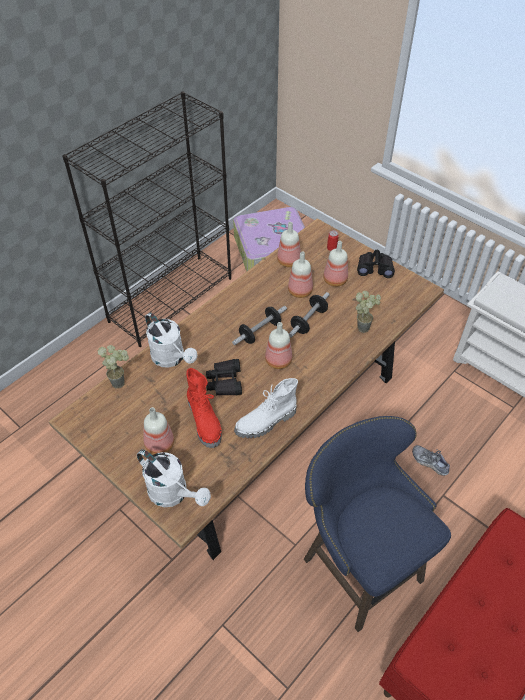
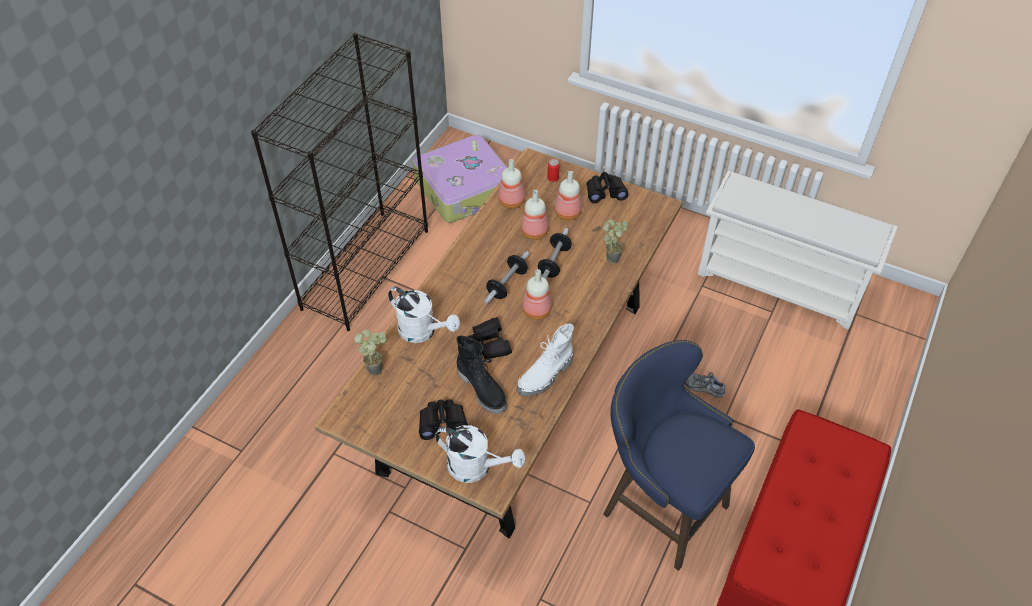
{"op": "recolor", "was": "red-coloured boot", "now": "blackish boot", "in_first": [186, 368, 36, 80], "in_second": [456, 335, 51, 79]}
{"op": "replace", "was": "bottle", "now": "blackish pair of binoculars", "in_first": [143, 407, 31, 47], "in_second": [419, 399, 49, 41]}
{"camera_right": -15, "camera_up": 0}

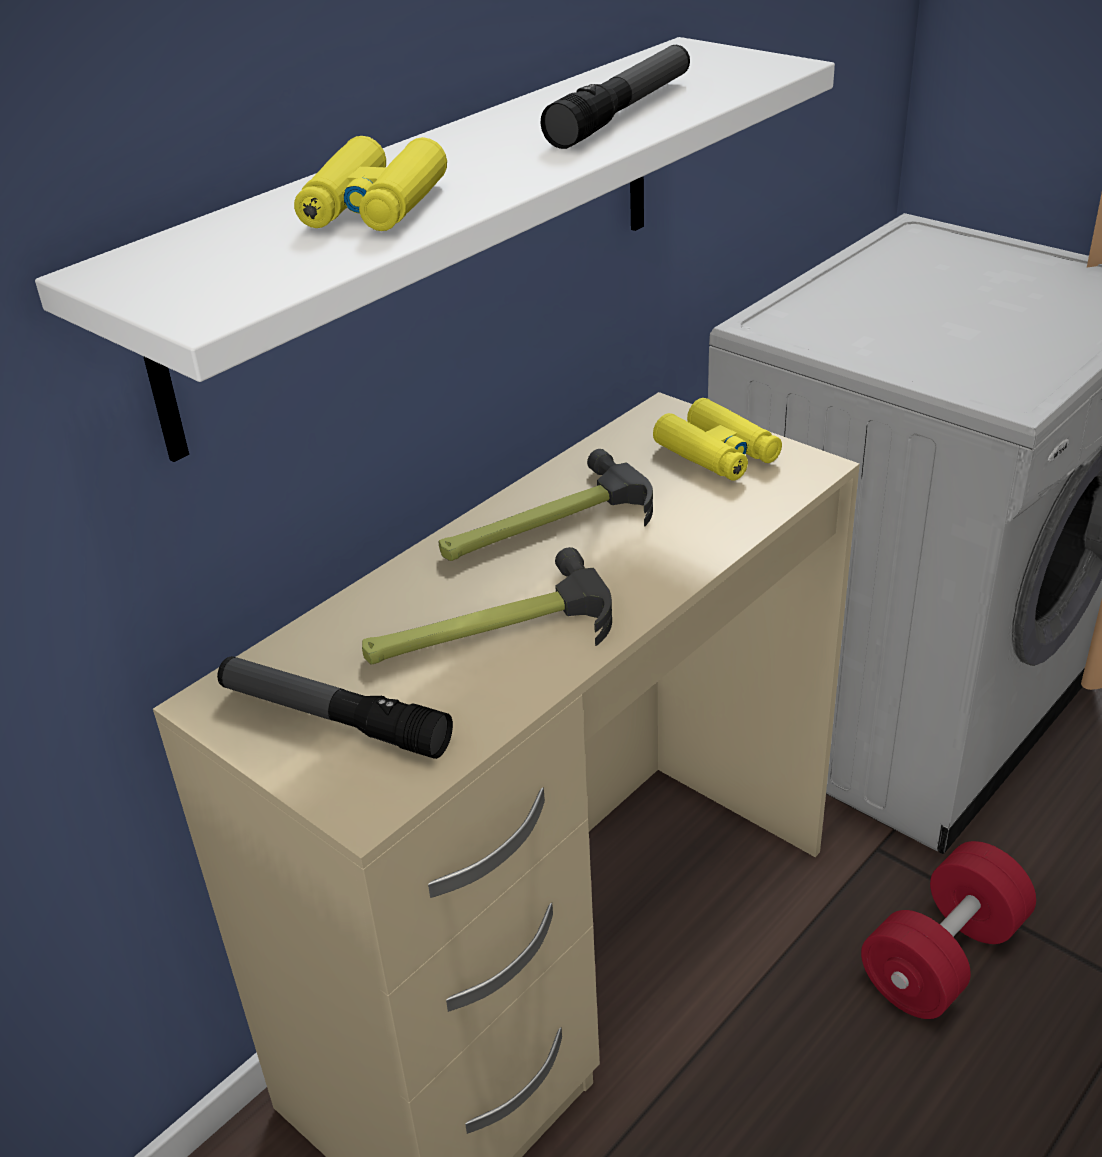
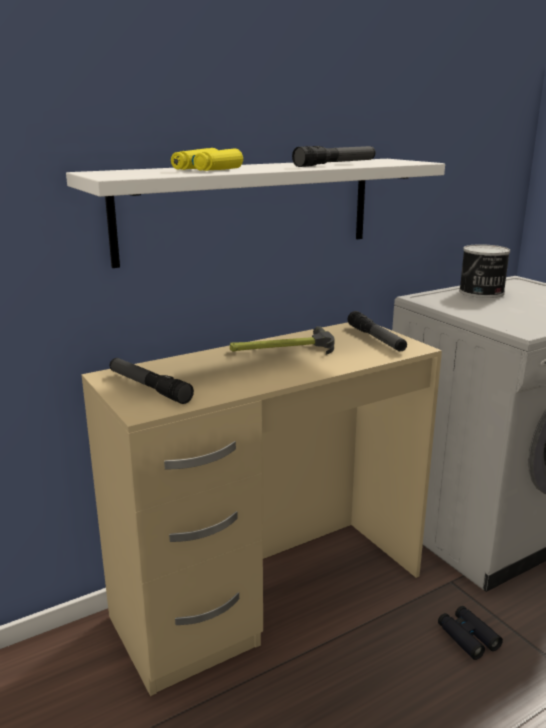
{"op": "replace", "was": "yellow-coloured pair of binoculars", "now": "flashlight", "in_first": [653, 398, 129, 83], "in_second": [348, 311, 59, 40]}
{"op": "delete", "was": "hand hammer", "in_first": [362, 547, 250, 118]}
{"op": "replace", "was": "red-coloured hand weight", "now": "blackish pair of binoculars", "in_first": [861, 841, 175, 178], "in_second": [438, 606, 65, 54]}
{"op": "insert", "now": "sealed can", "in_second": [459, 244, 51, 54]}
{"camera_right": 15, "camera_up": -15}

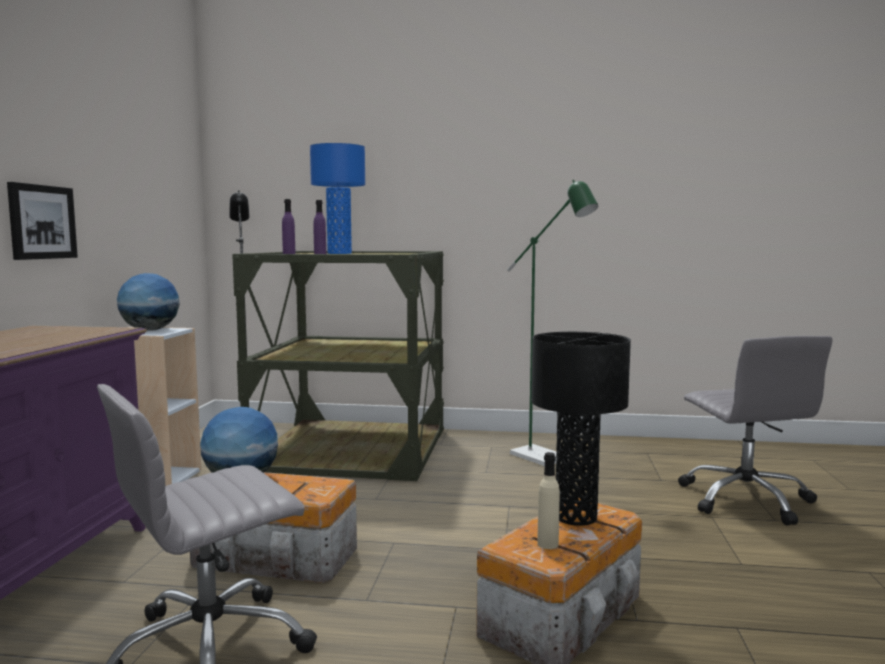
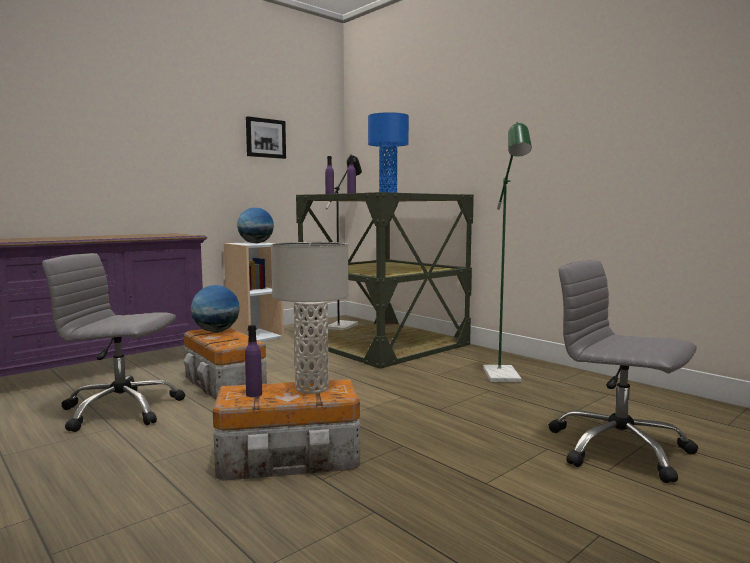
{"op": "move", "was": "picture", "in_first": [7, 182, 71, 78], "in_second": [246, 116, 40, 43]}
{"op": "recolor", "was": "blackish lamp for a table", "now": "white lamp for a table", "in_first": [531, 332, 100, 194], "in_second": [271, 242, 77, 152]}
{"op": "rotate", "was": "gray desk chair", "in_first": [678, 336, 155, 189], "in_second": [549, 260, 149, 223], "clockwise": 105}
{"op": "recolor", "was": "beige bottle", "now": "purple-coloured bottle", "in_first": [537, 452, 23, 97], "in_second": [245, 325, 17, 72]}
{"camera_right": 40, "camera_up": 0}

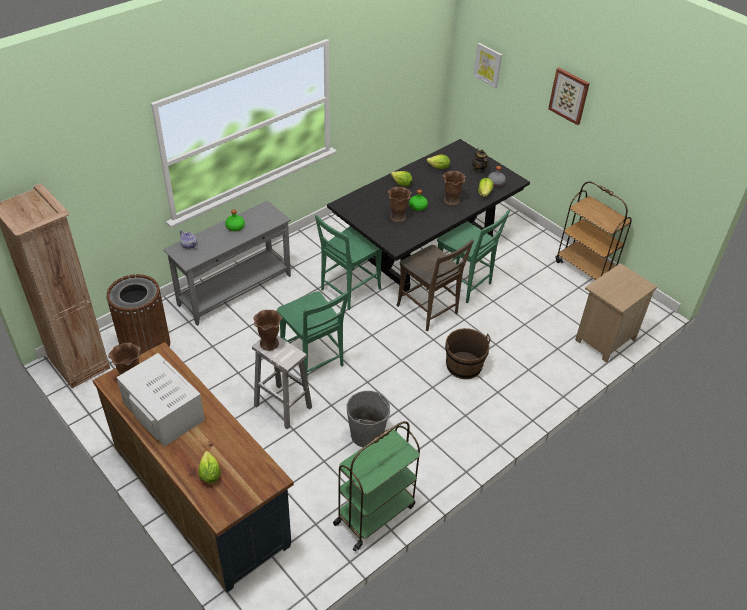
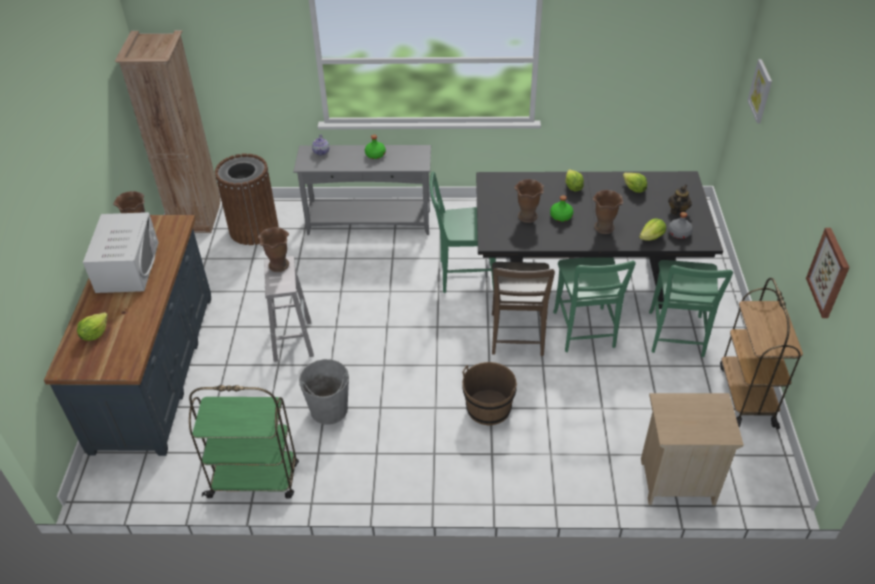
{"op": "move", "was": "picture", "in_first": [548, 68, 42, 57], "in_second": [806, 228, 44, 90]}
{"op": "move", "was": "green plain chair", "in_first": [277, 291, 72, 83], "in_second": [649, 260, 84, 97]}
{"camera_right": 45, "camera_up": 0}

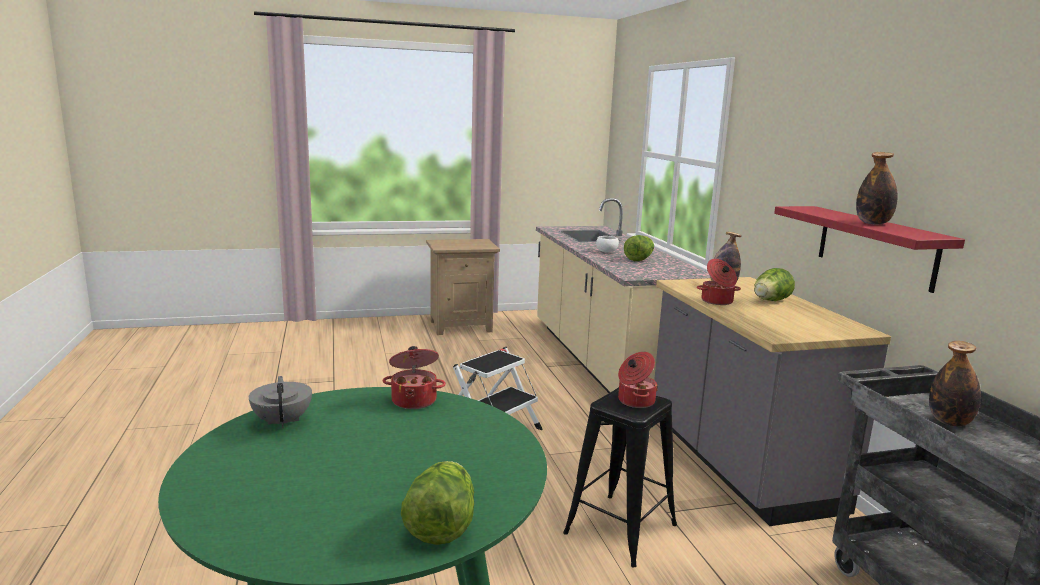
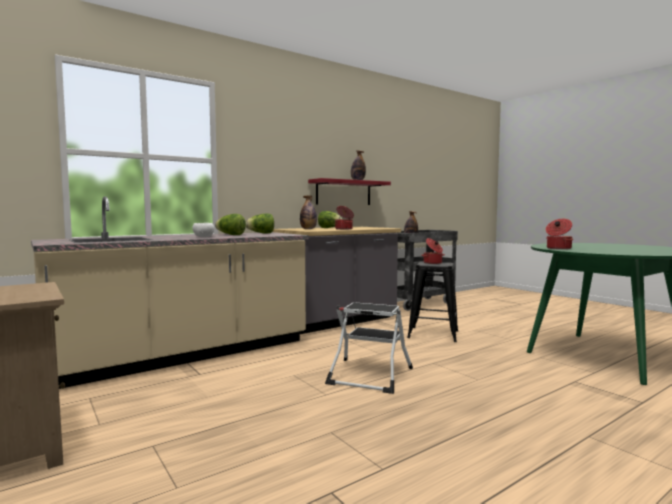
{"op": "delete", "was": "gray pot for tea", "in_first": [249, 376, 63, 52]}
{"op": "move", "was": "lettuce", "in_first": [401, 461, 73, 84], "in_second": [246, 214, 28, 19]}
{"camera_right": -110, "camera_up": -10}

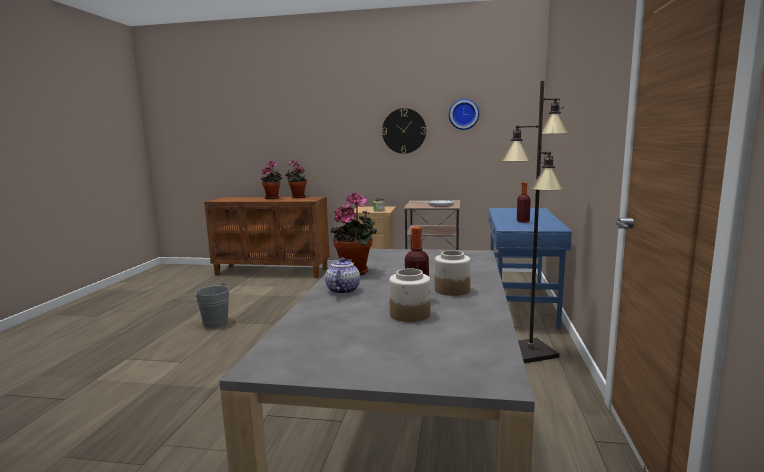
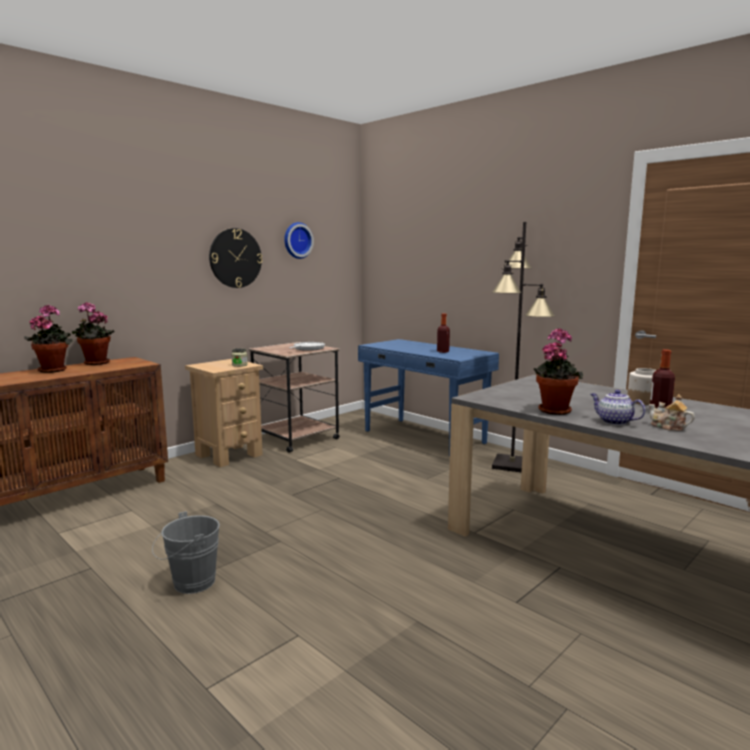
{"op": "delete", "was": "storage jar", "in_first": [389, 269, 42, 53]}
{"op": "insert", "now": "pot for tea", "in_second": [649, 394, 46, 37]}
{"camera_right": -55, "camera_up": 0}

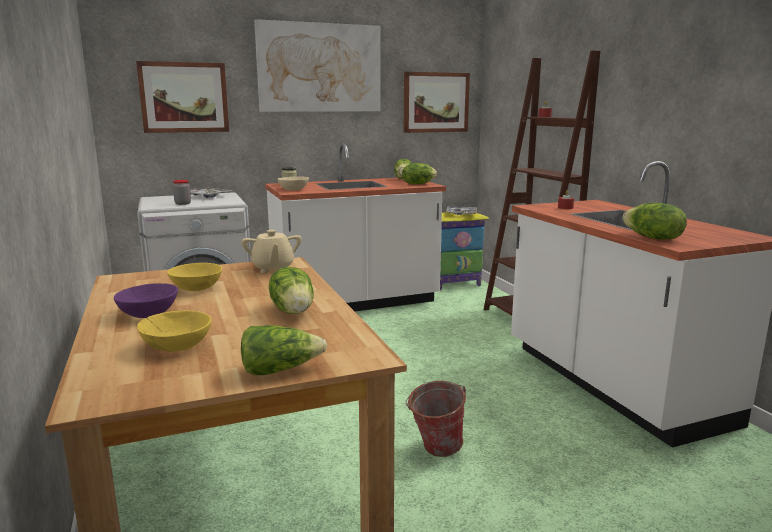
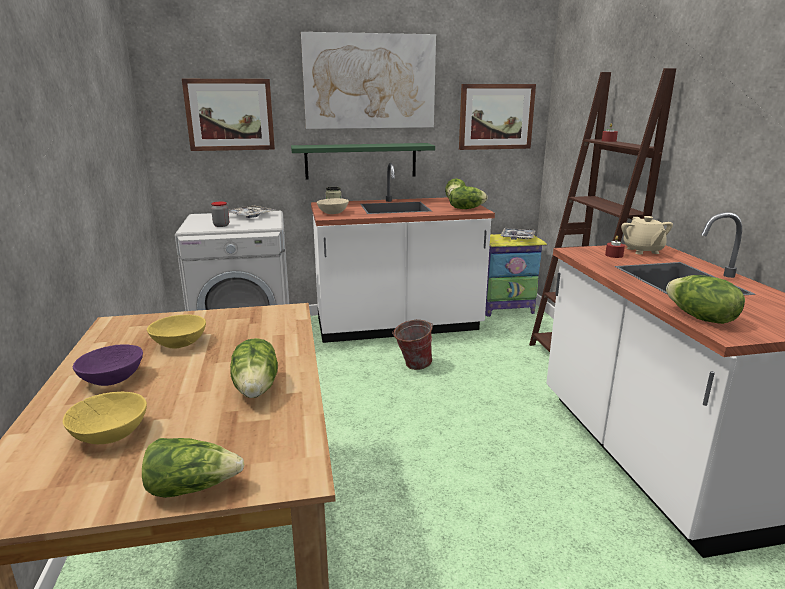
{"op": "move", "was": "beige pot for tea", "in_first": [241, 230, 61, 43], "in_second": [621, 216, 52, 38]}
{"op": "move", "was": "water bucket", "in_first": [406, 381, 60, 76], "in_second": [392, 320, 41, 50]}
{"op": "insert", "now": "green wall shelf", "in_second": [291, 143, 144, 37]}
{"camera_right": 10, "camera_up": 5}

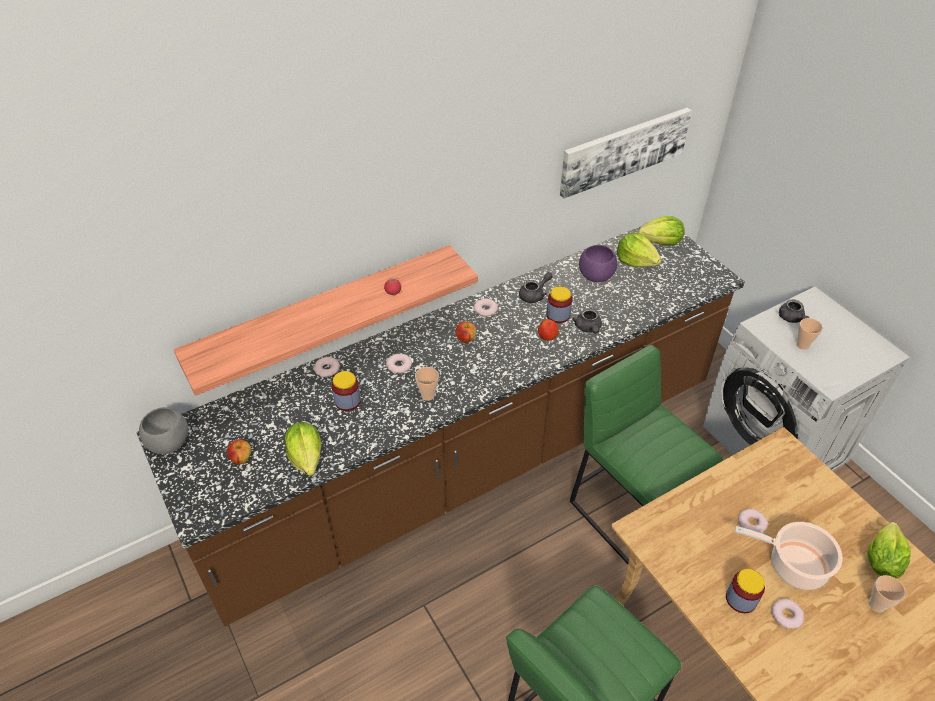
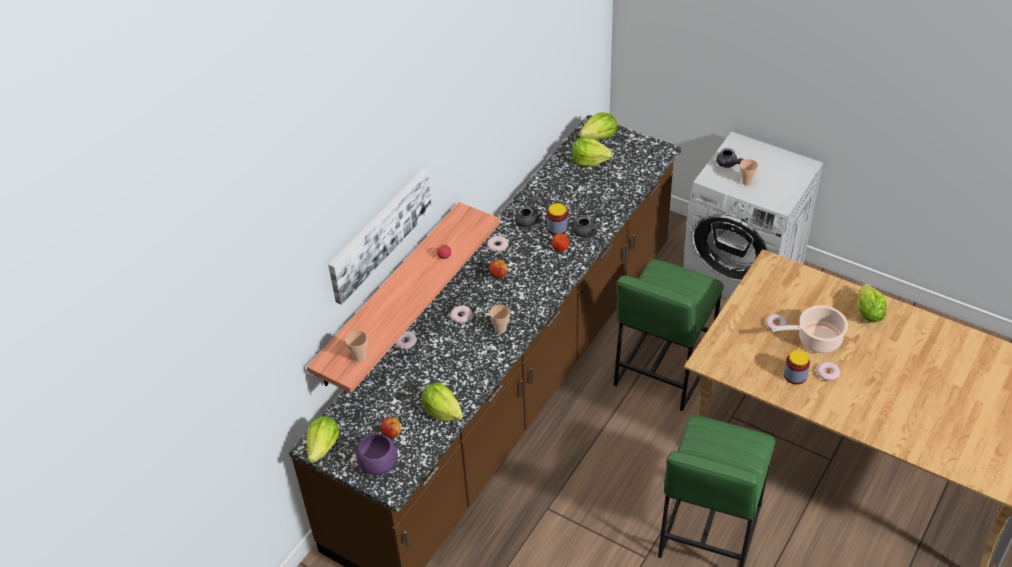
{"op": "move", "was": "picture", "in_first": [560, 108, 132, 91], "in_second": [328, 169, 104, 136]}
{"op": "move", "was": "purple-coloured deep dish", "in_first": [579, 245, 38, 37], "in_second": [356, 434, 42, 42]}
{"op": "rotate", "was": "gray pot for tea", "in_first": [572, 308, 30, 26], "in_second": [573, 209, 30, 28], "clockwise": -90}
{"op": "rotate", "was": "green plain chair", "in_first": [570, 345, 153, 219], "in_second": [614, 259, 110, 152], "clockwise": -90}
{"op": "delete", "was": "storage jar", "in_first": [331, 371, 30, 40]}
{"op": "replace", "was": "gray deep dish", "now": "lettuce", "in_first": [139, 407, 49, 47], "in_second": [307, 416, 33, 47]}
{"op": "move", "was": "small cup", "in_first": [869, 575, 37, 37], "in_second": [345, 330, 23, 32]}
{"camera_right": -25, "camera_up": 0}

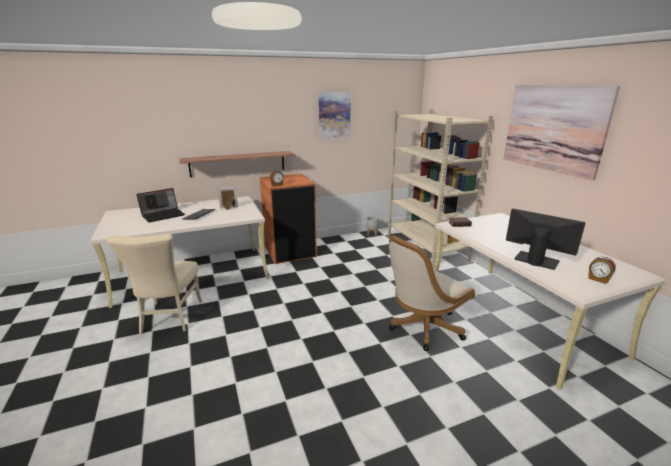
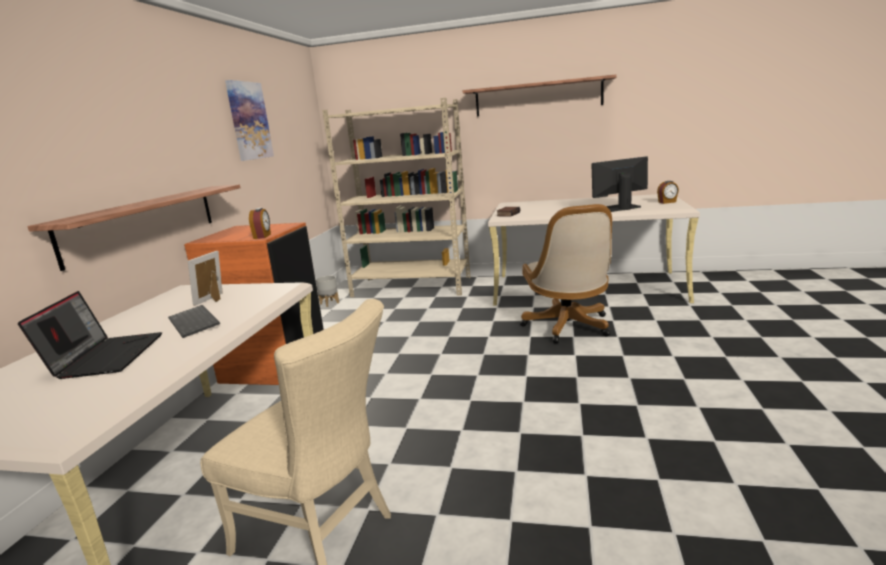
{"op": "replace", "was": "picture", "now": "wall shelf", "in_first": [504, 85, 116, 95], "in_second": [463, 75, 154, 41]}
{"camera_right": -55, "camera_up": -5}

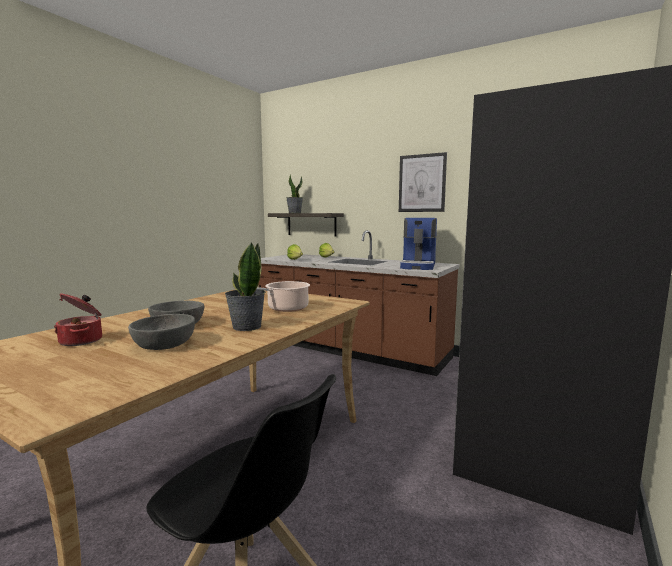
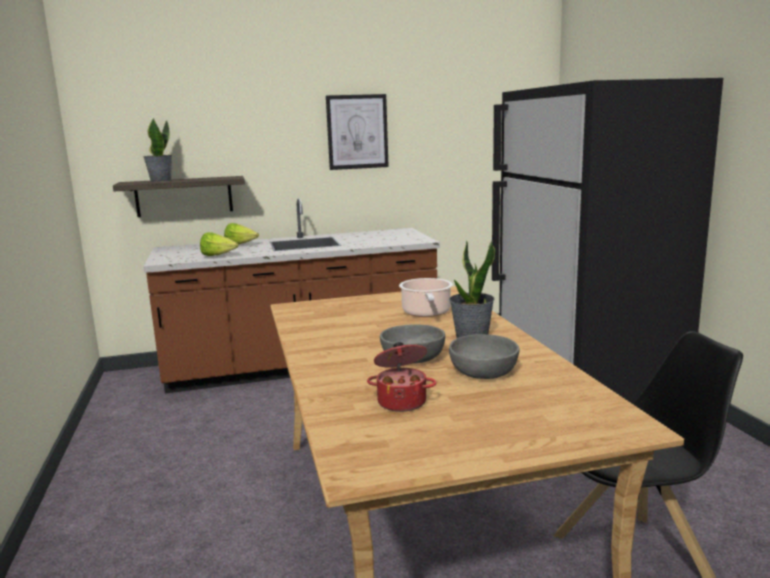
{"op": "delete", "was": "coffee machine", "in_first": [400, 218, 37, 52]}
{"camera_right": -45, "camera_up": 5}

